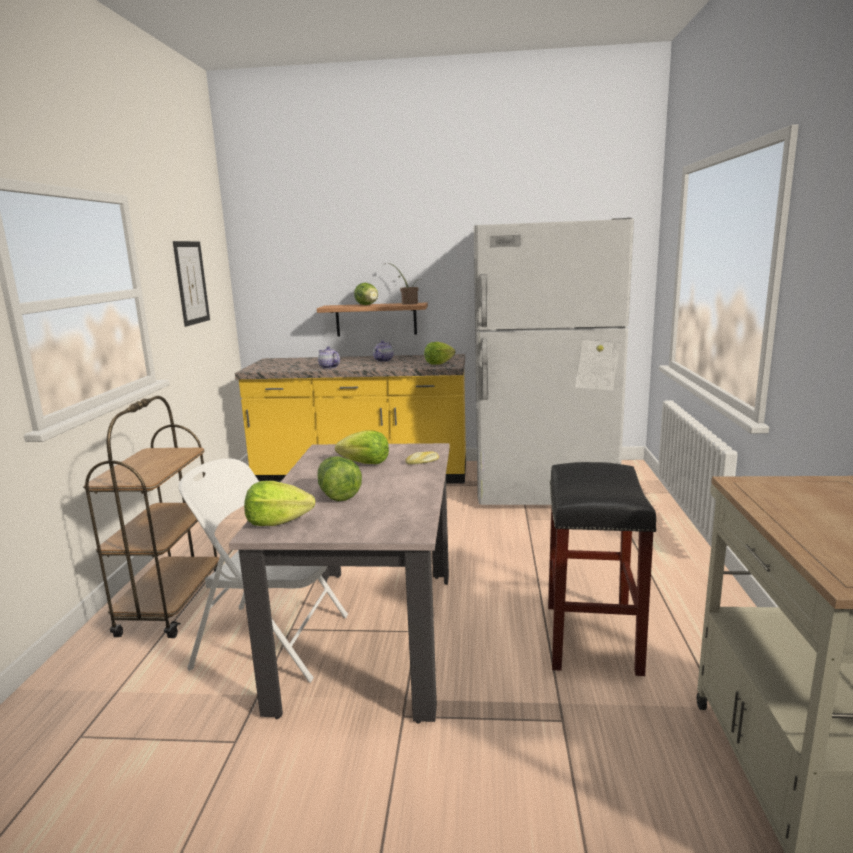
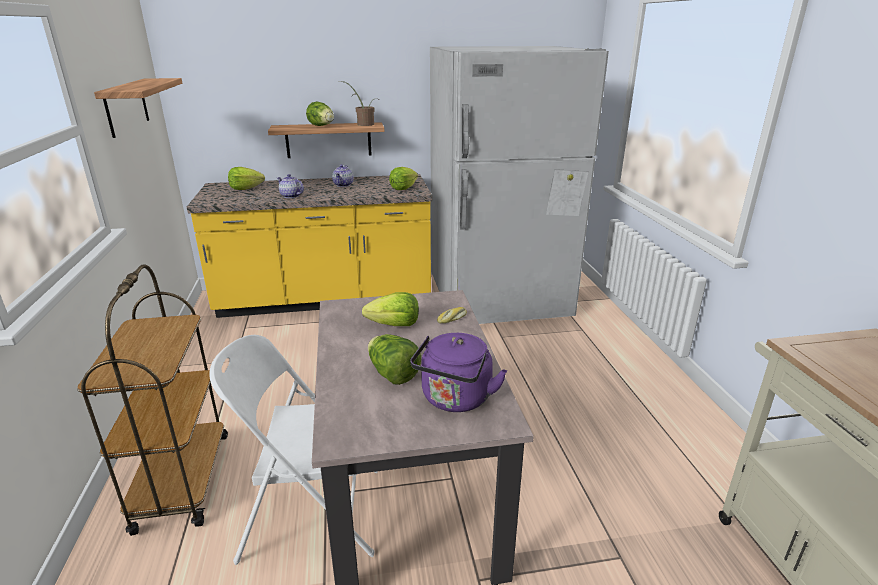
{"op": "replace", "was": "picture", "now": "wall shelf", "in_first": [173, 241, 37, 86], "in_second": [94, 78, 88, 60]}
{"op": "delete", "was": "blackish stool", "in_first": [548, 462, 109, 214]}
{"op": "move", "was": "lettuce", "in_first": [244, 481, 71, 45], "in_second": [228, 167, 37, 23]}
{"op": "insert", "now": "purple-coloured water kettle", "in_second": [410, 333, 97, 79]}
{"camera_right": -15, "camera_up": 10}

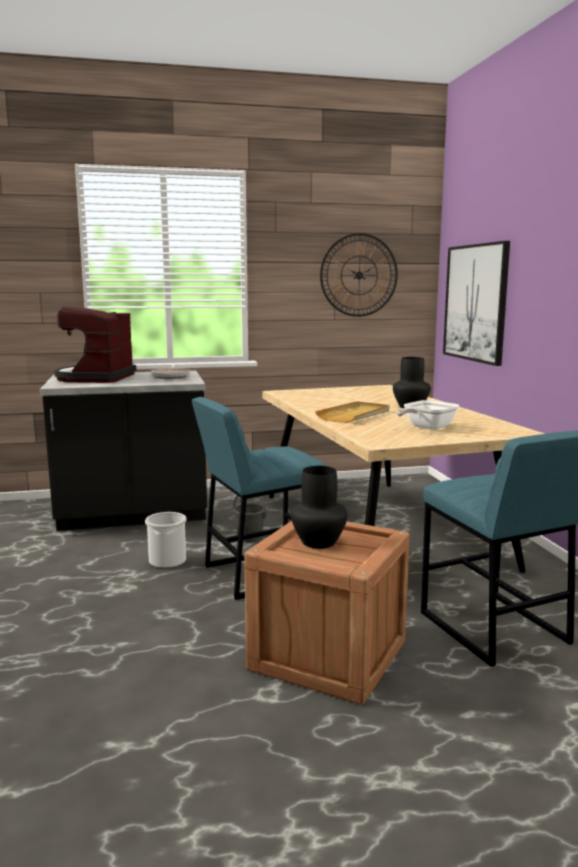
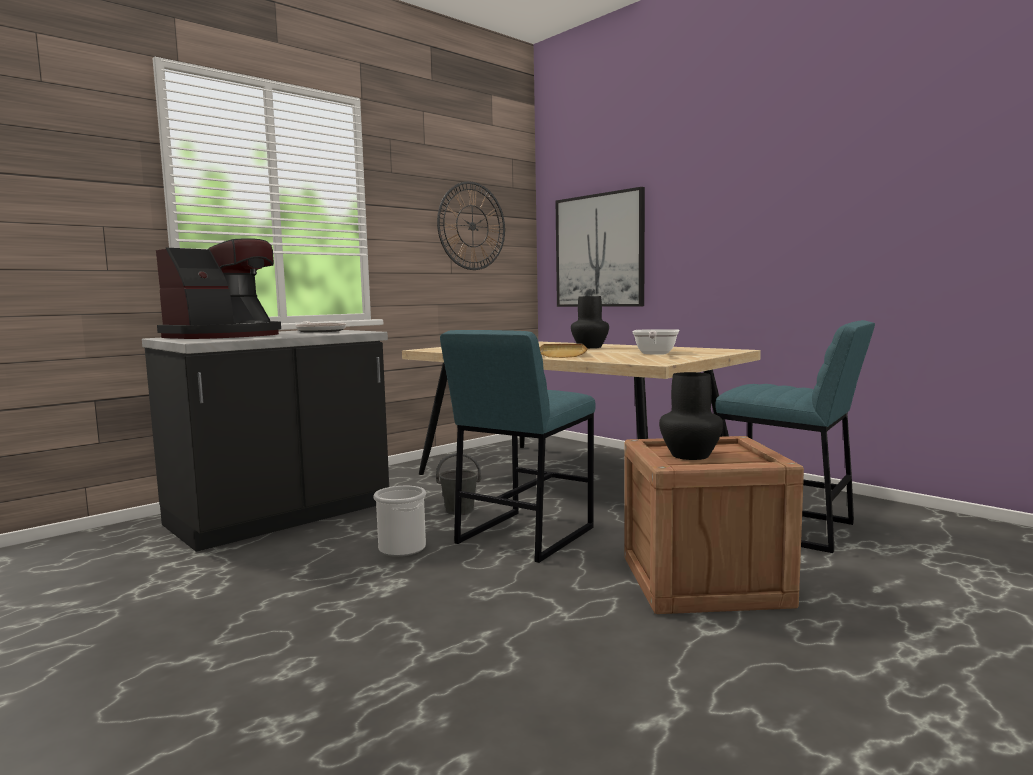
{"op": "rotate", "was": "coffee machine", "in_first": [54, 307, 83, 76], "in_second": [156, 238, 125, 101], "clockwise": -120}
{"camera_right": -30, "camera_up": -5}

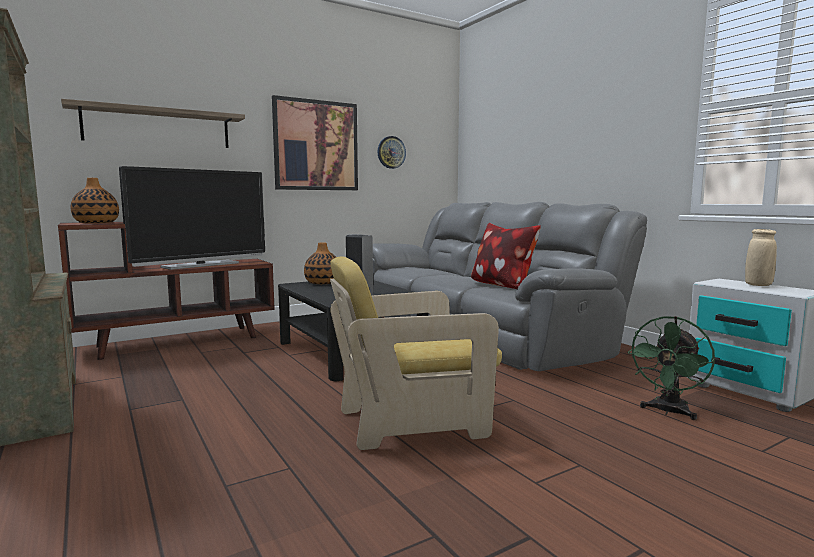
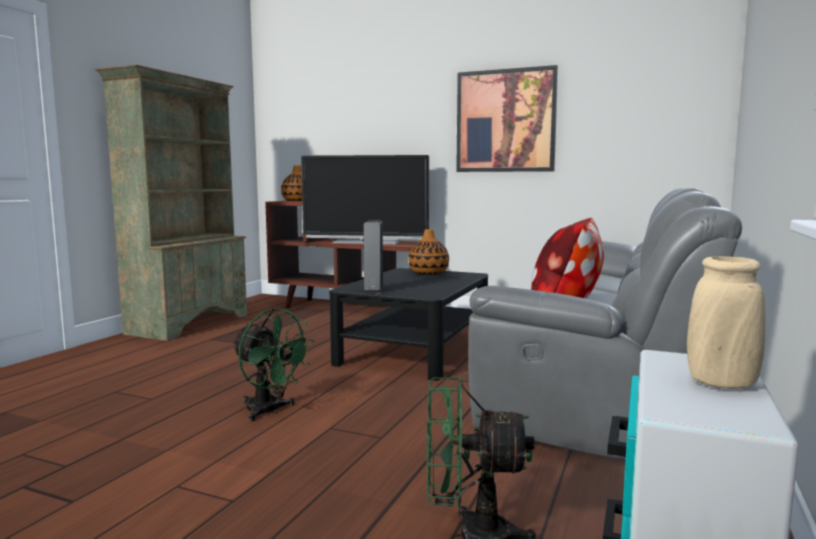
{"op": "delete", "was": "wall shelf", "in_first": [61, 99, 184, 49]}
{"op": "delete", "was": "clock on the wall", "in_first": [378, 136, 28, 33]}
{"op": "replace", "was": "yellow-coloured armchair", "now": "green cooling fan", "in_first": [330, 257, 172, 193], "in_second": [231, 308, 83, 114]}
{"camera_right": 55, "camera_up": 0}

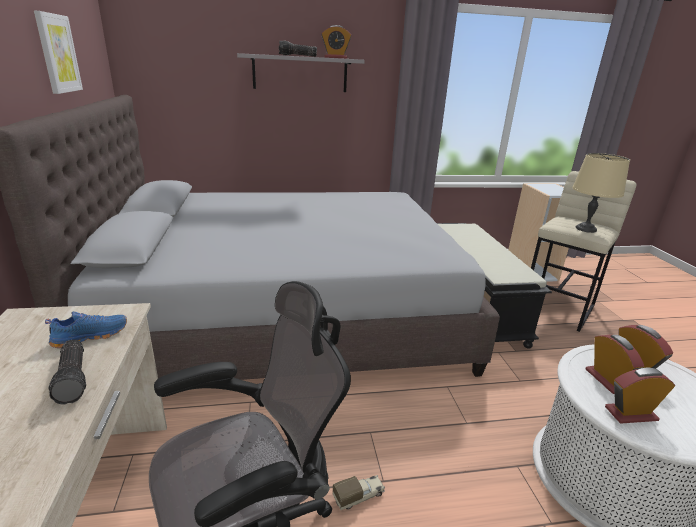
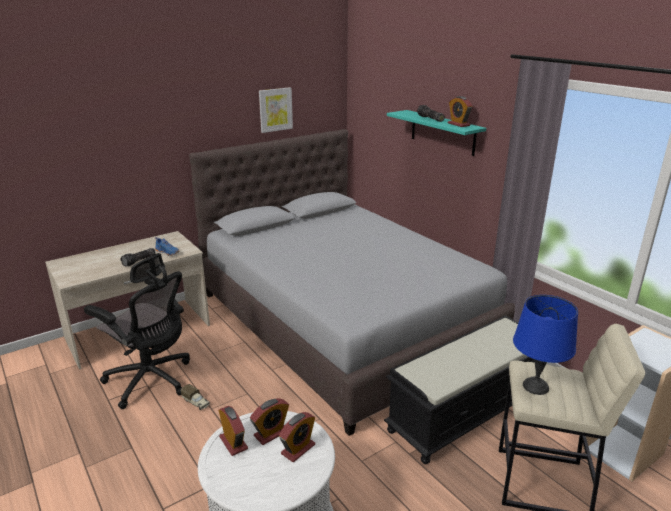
{"op": "recolor", "was": "gray wall shelf", "now": "turquoise wall shelf", "in_first": [237, 53, 128, 39], "in_second": [387, 110, 99, 46]}
{"op": "recolor", "was": "beige lamp for a table", "now": "blue lamp for a table", "in_first": [572, 153, 58, 80], "in_second": [513, 295, 65, 100]}
{"camera_right": 65, "camera_up": 0}

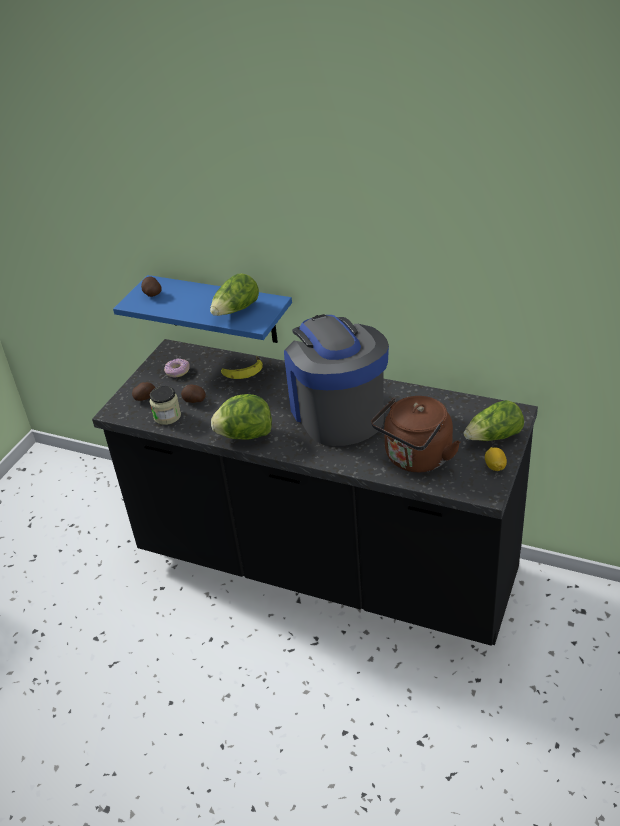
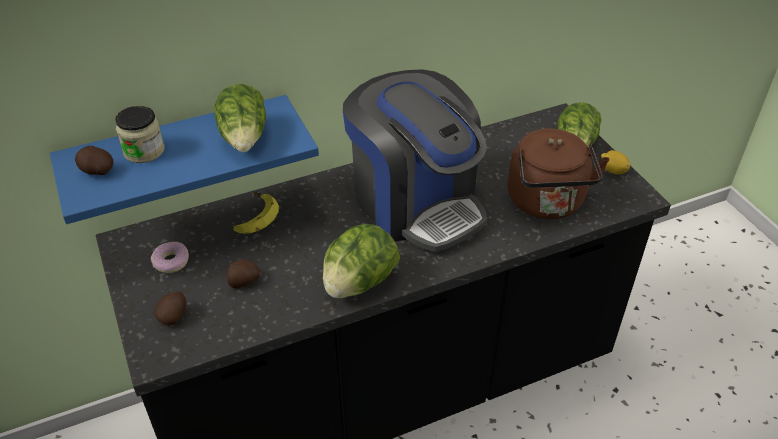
{"op": "rotate", "was": "coffee machine", "in_first": [284, 314, 105, 132], "in_second": [343, 69, 144, 183], "clockwise": -150}
{"op": "move", "was": "storage jar", "in_first": [150, 386, 31, 39], "in_second": [115, 106, 50, 57]}
{"camera_right": -50, "camera_up": 5}

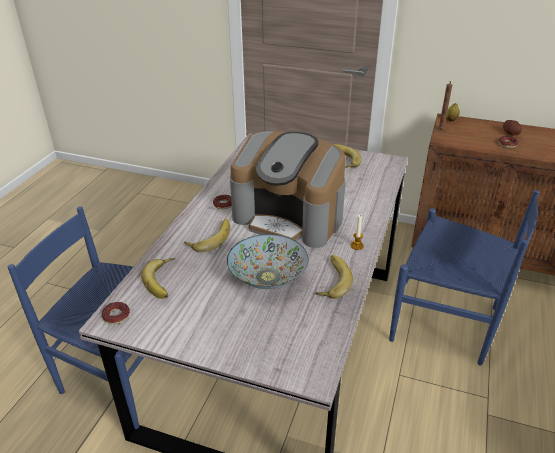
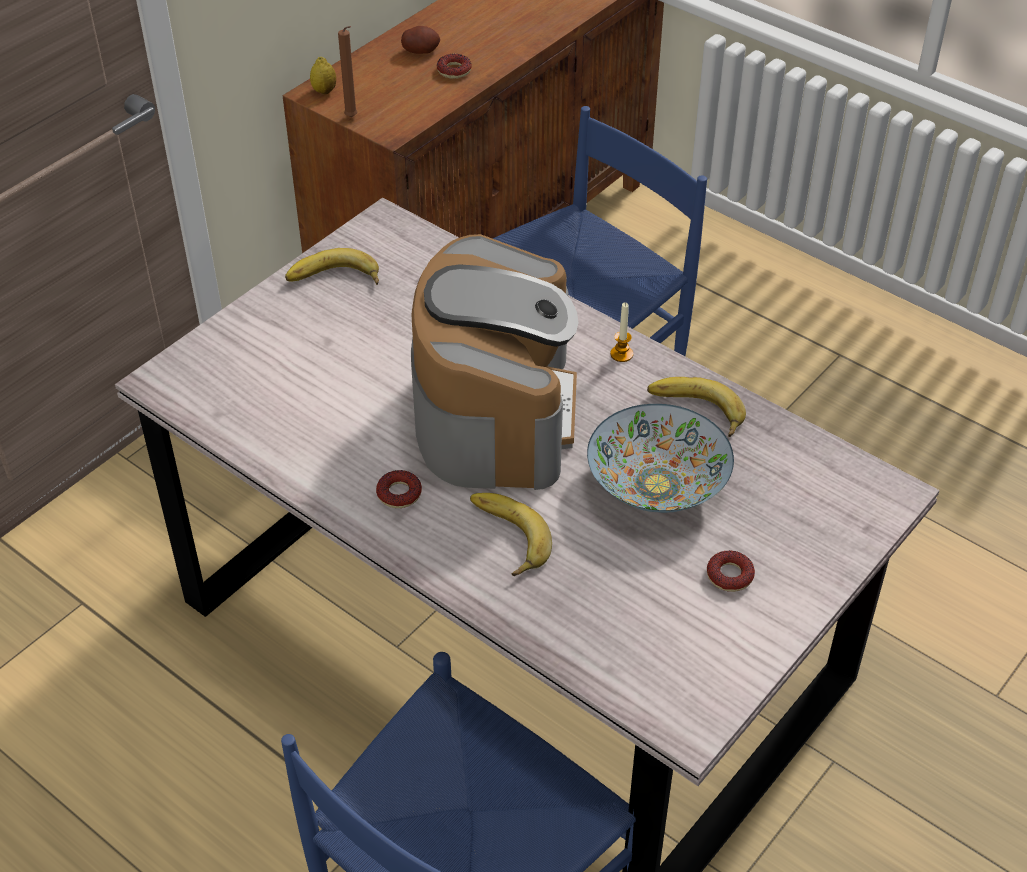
{"op": "rotate", "was": "coffee machine", "in_first": [230, 131, 116, 117], "in_second": [411, 234, 168, 256], "clockwise": -45}
{"op": "delete", "was": "whole banana", "in_first": [141, 258, 34, 41]}
{"op": "move", "was": "donut", "in_first": [102, 302, 28, 22], "in_second": [707, 550, 48, 42]}
{"camera_right": -70, "camera_up": 10}

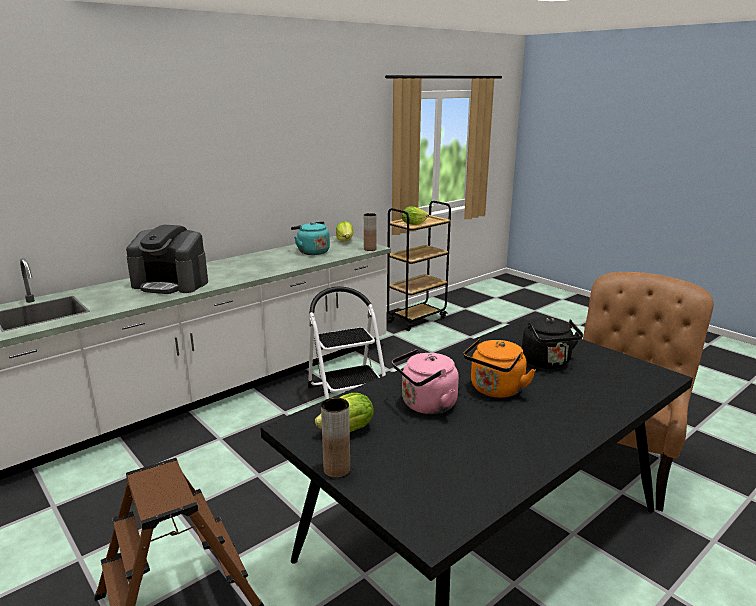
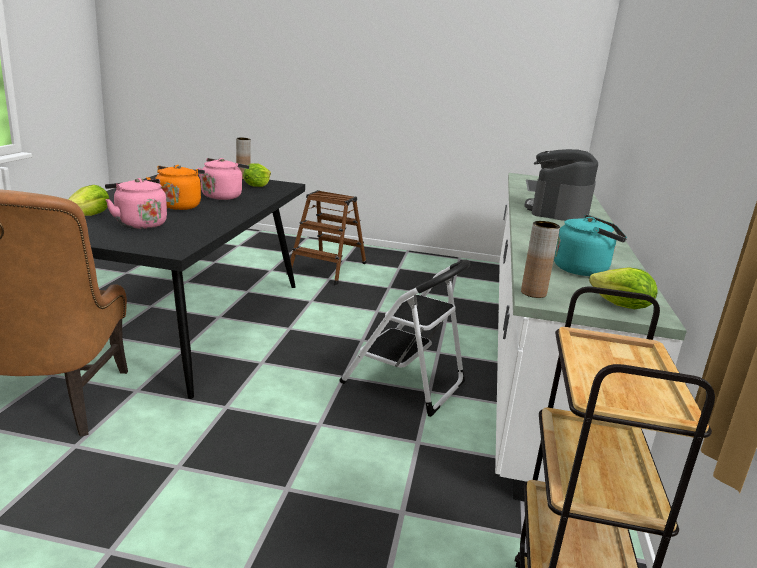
{"op": "move", "was": "lettuce", "in_first": [402, 206, 27, 19], "in_second": [68, 185, 41, 31]}
{"op": "rotate", "was": "coffee machine", "in_first": [126, 225, 82, 69], "in_second": [524, 149, 74, 72], "clockwise": -45}
{"op": "recolor", "was": "blackish water kettle", "now": "pink-coloured water kettle", "in_first": [522, 317, 61, 52], "in_second": [105, 178, 62, 51]}
{"camera_right": 140, "camera_up": 0}

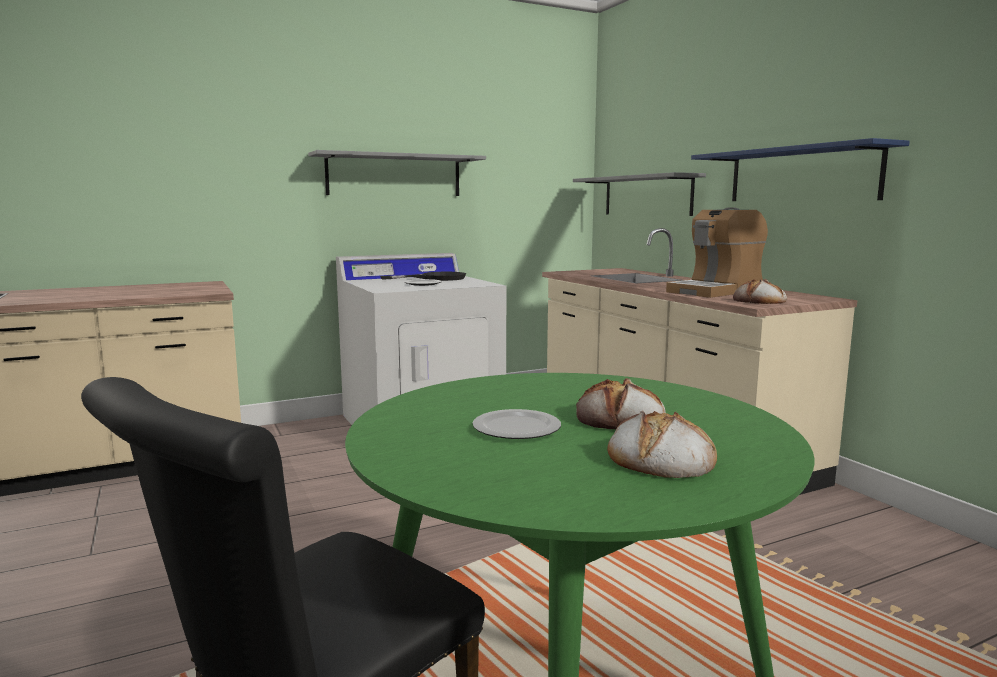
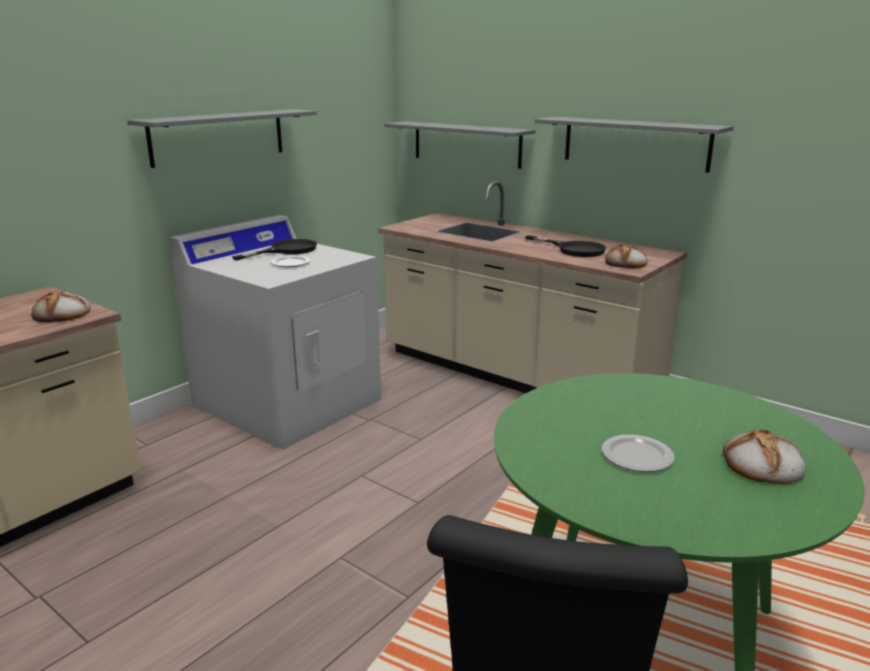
{"op": "recolor", "was": "blue wall shelf", "now": "gray wall shelf", "in_first": [691, 138, 219, 63], "in_second": [534, 117, 200, 56]}
{"op": "replace", "was": "coffee machine", "now": "blackish pan", "in_first": [666, 207, 102, 91], "in_second": [525, 235, 82, 22]}
{"op": "move", "was": "bakery bread", "in_first": [576, 378, 90, 52], "in_second": [31, 290, 60, 32]}
{"camera_right": -25, "camera_up": 10}

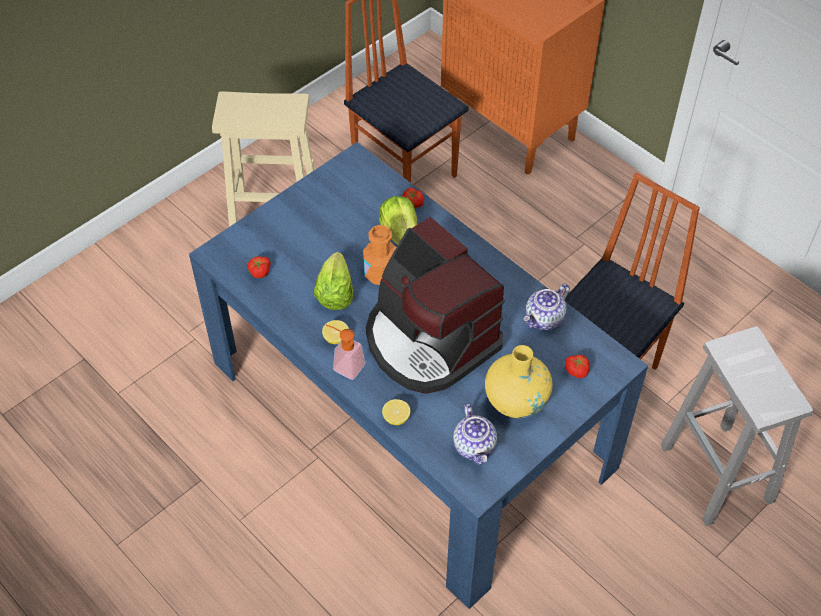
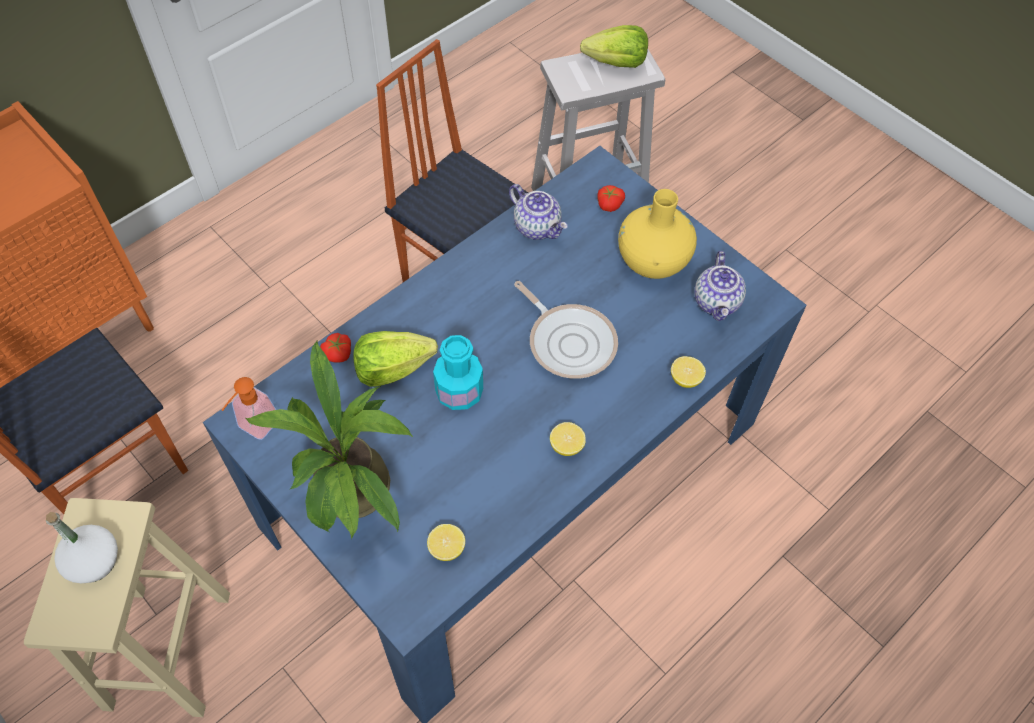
{"op": "replace", "was": "coffee machine", "now": "pan", "in_first": [366, 217, 139, 177], "in_second": [514, 281, 104, 98]}
{"op": "recolor", "was": "orangey bottle", "now": "turquoise bottle", "in_first": [363, 225, 33, 60], "in_second": [433, 335, 50, 75]}
{"op": "move", "was": "lettuce", "in_first": [314, 252, 39, 58], "in_second": [580, 25, 68, 43]}
{"op": "replace", "was": "fresh tomato", "now": "whole lemon", "in_first": [247, 256, 24, 23], "in_second": [427, 524, 38, 37]}
{"op": "move", "was": "liquid soap bottle", "in_first": [326, 324, 40, 56], "in_second": [221, 377, 55, 63]}
{"op": "rotate", "was": "pot for tea", "in_first": [453, 403, 44, 62], "in_second": [694, 251, 52, 70], "clockwise": 105}
{"op": "insert", "now": "plant in a pot", "in_second": [246, 339, 167, 200]}
{"op": "insert", "now": "white bottle", "in_second": [46, 512, 72, 71]}
{"camera_right": -90, "camera_up": 5}

